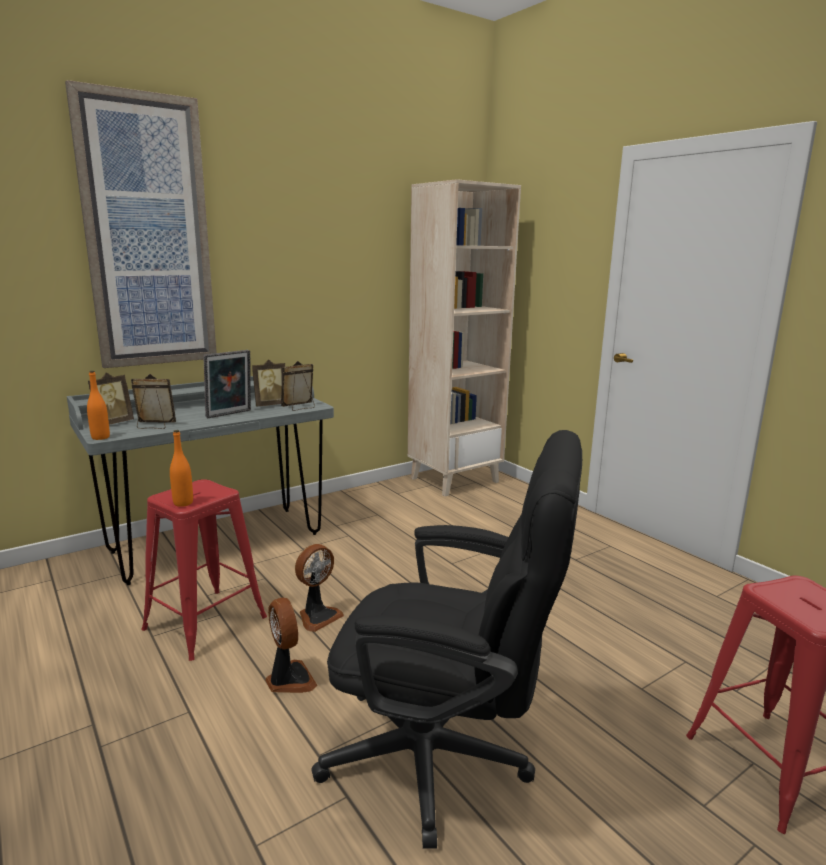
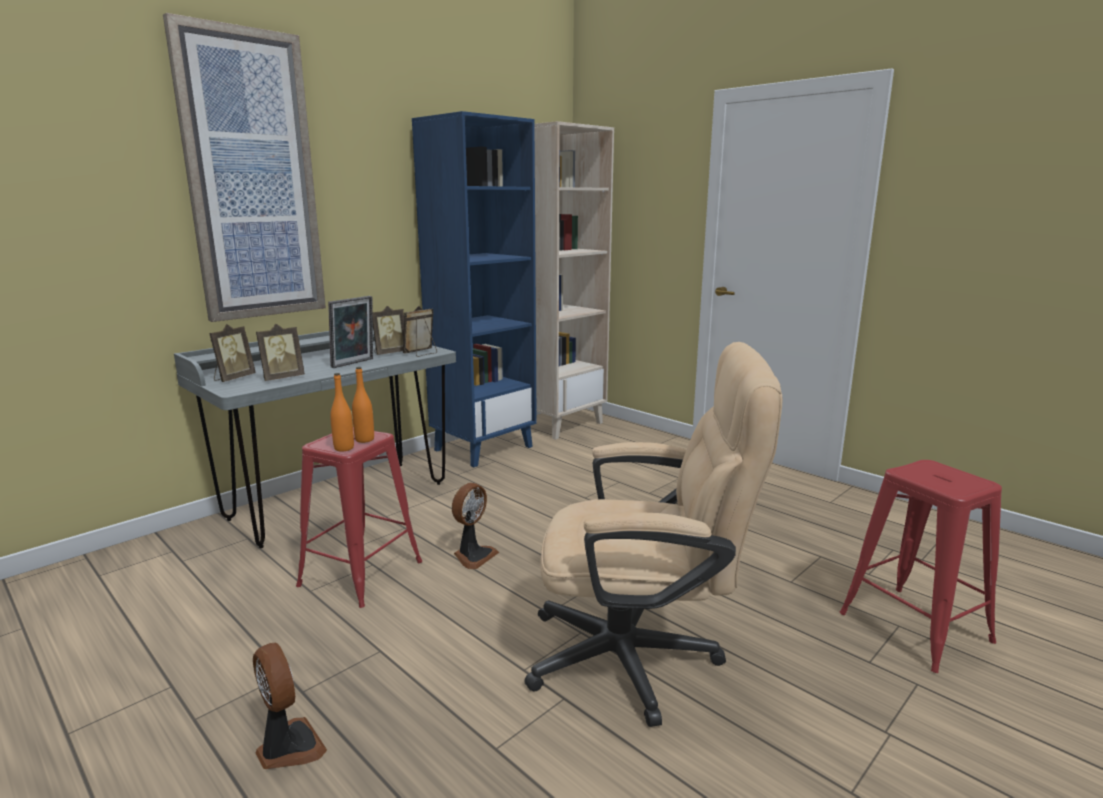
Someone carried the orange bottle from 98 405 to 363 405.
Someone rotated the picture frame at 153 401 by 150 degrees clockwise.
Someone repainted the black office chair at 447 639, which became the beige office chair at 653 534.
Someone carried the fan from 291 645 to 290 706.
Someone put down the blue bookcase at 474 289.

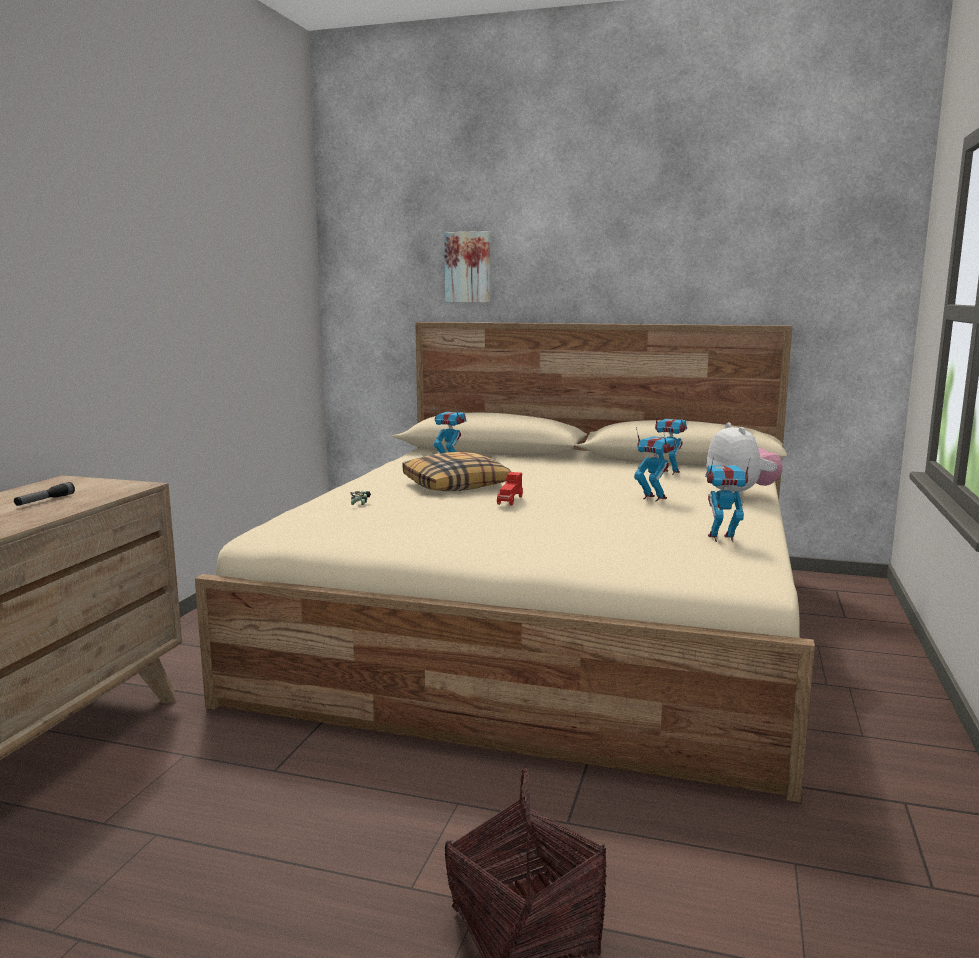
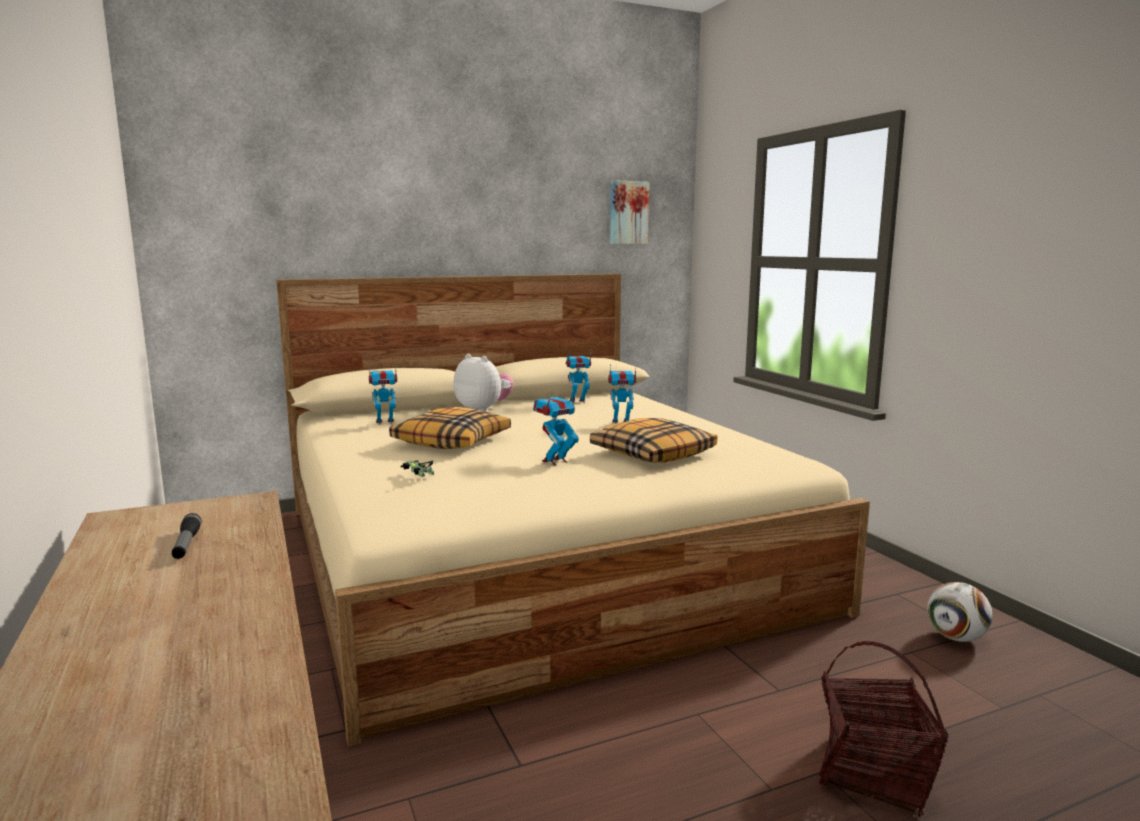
Someone carried the picture from 467 267 to 629 212.
Someone carried the plush toy from 744 458 to 483 383.
Someone carried the toy robot from 727 499 to 555 427.
Someone took away the red toy car at 510 489.
Someone put down the pillow at 653 440.
Someone put down the football at 960 612.

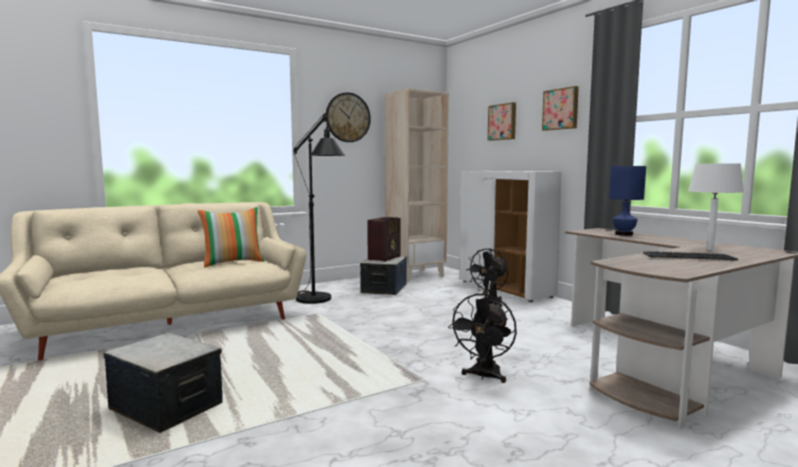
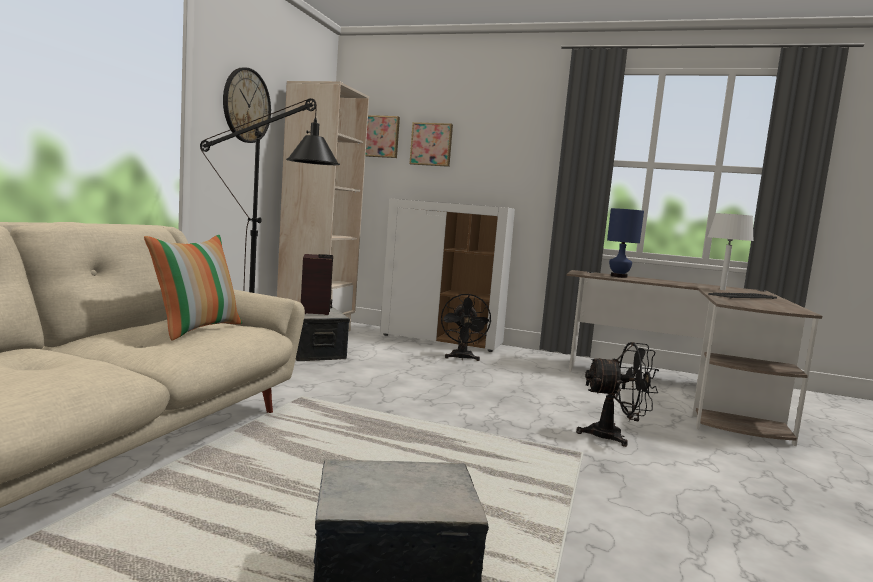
Someone carried the picture from 560 108 to 382 136.
Someone rotated the black fan at 482 338 by 75 degrees counterclockwise.

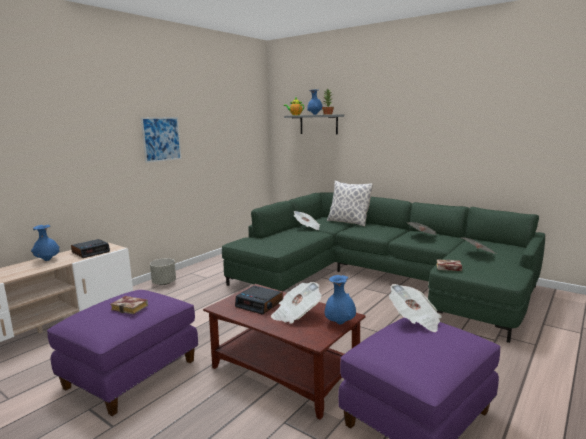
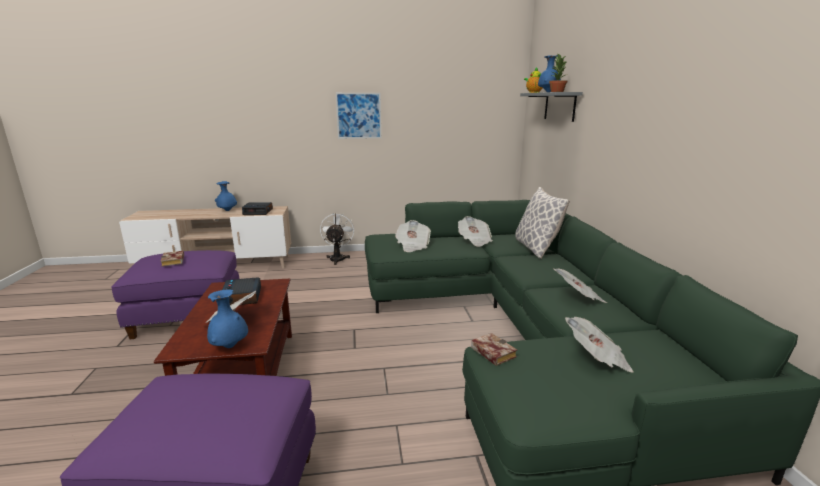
Someone swapped the grey planter at 163 271 for the white fan at 337 239.
Someone carried the newspaper from 415 308 to 413 236.

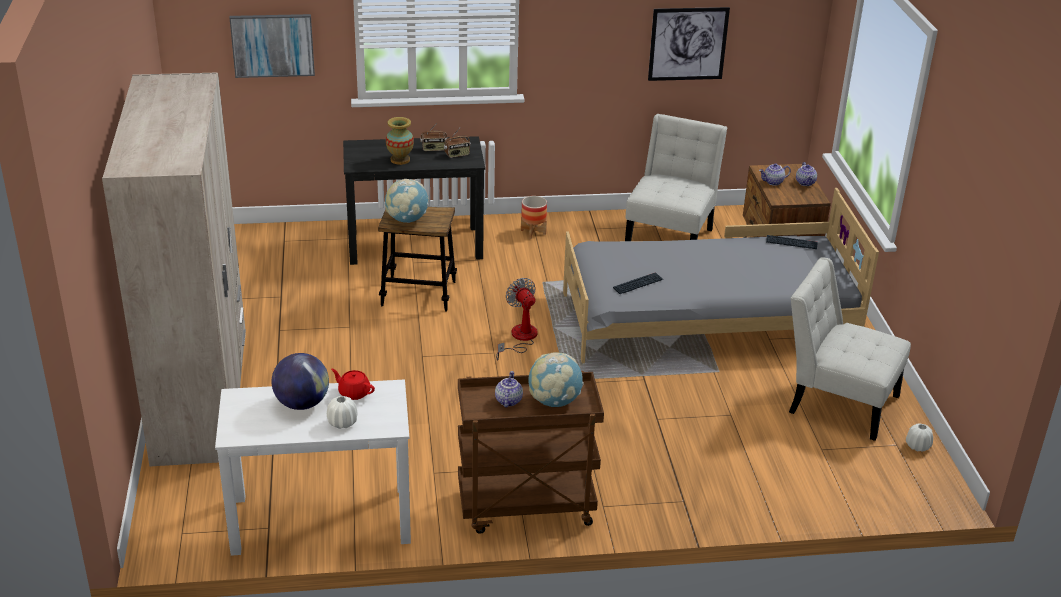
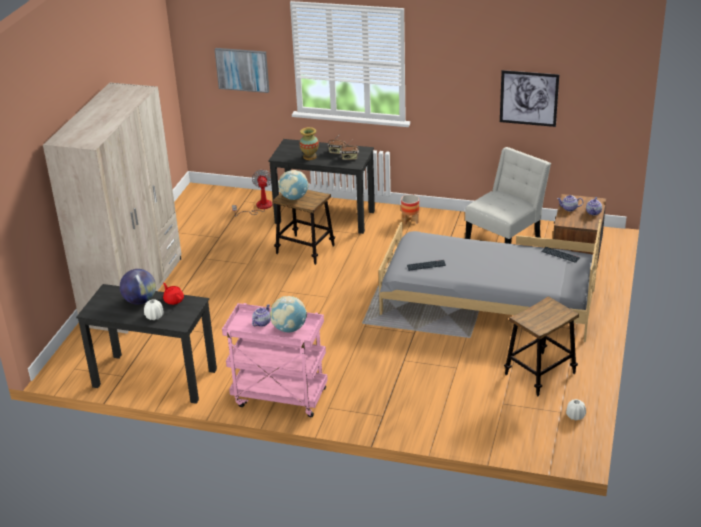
Someone swapped the white chair at 850 349 for the stool at 541 346.
Someone carried the fan from 517 319 to 252 193.
Someone repainted the brown cart at 531 452, which became the pink cart at 275 360.
Someone repainted the white desk at 313 467, which became the black desk at 146 344.

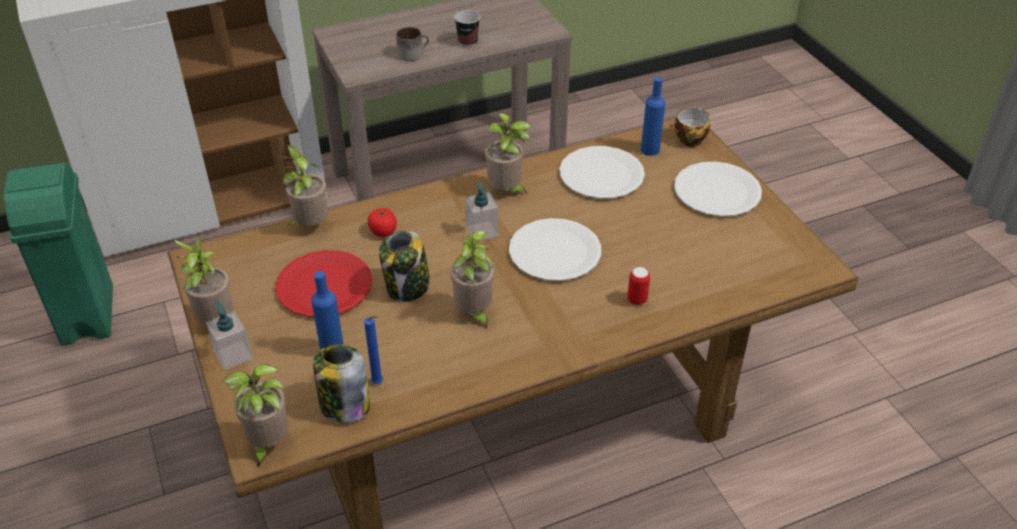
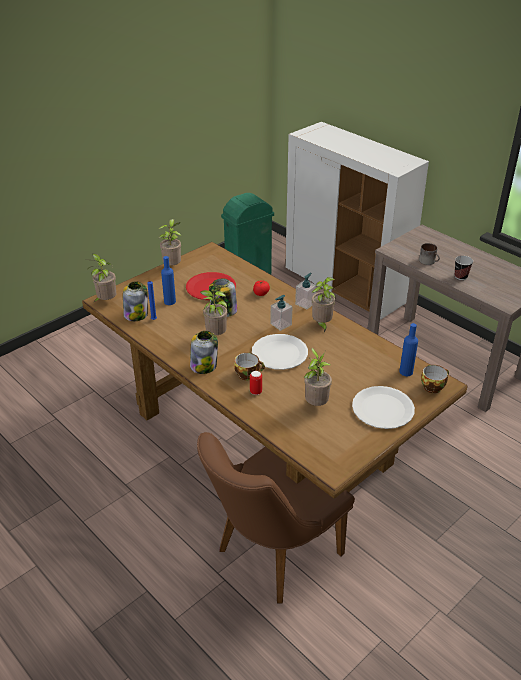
Someone carried the potted plant from 301 185 to 318 377.
Someone took away the white plate at 602 172.
Someone carried the soap dispenser from 229 335 to 306 291.
Someone put down the jar at 204 352.
Someone put down the cup at 249 367.
Someone put down the brown chair at 276 517.

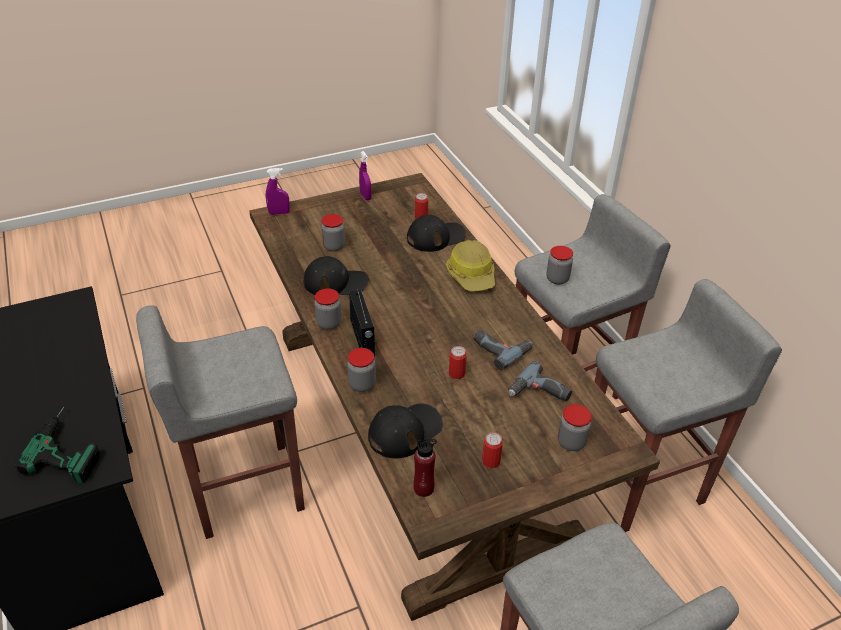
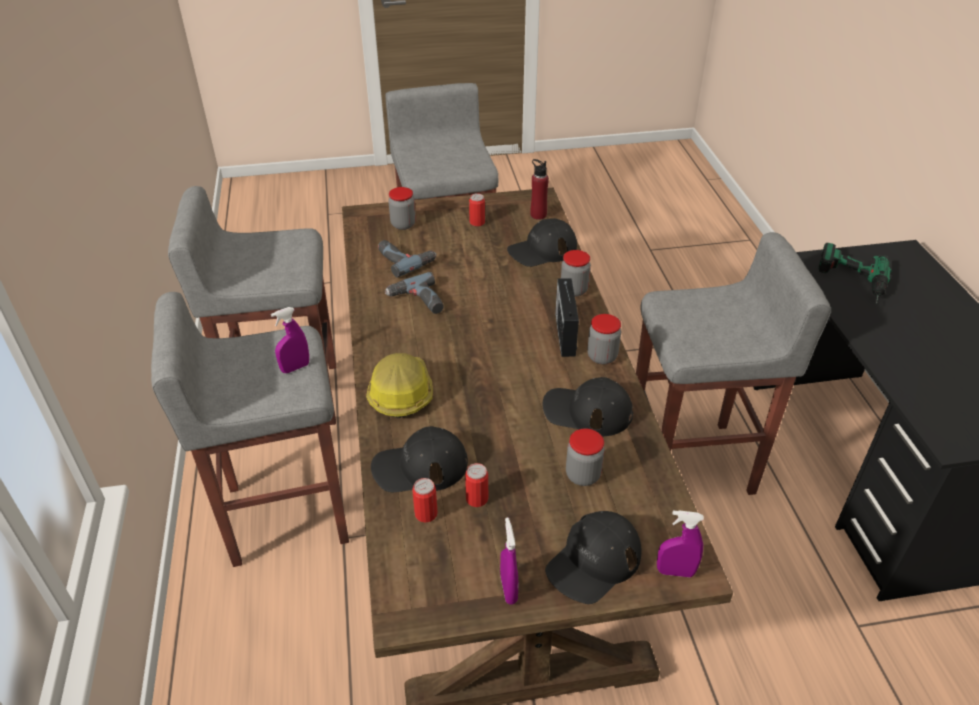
Someone swapped the jar at 559 265 for the purple spray bottle at 290 340.
Someone carried the can from 458 362 to 476 485.
Someone put down the black cap at 593 557.

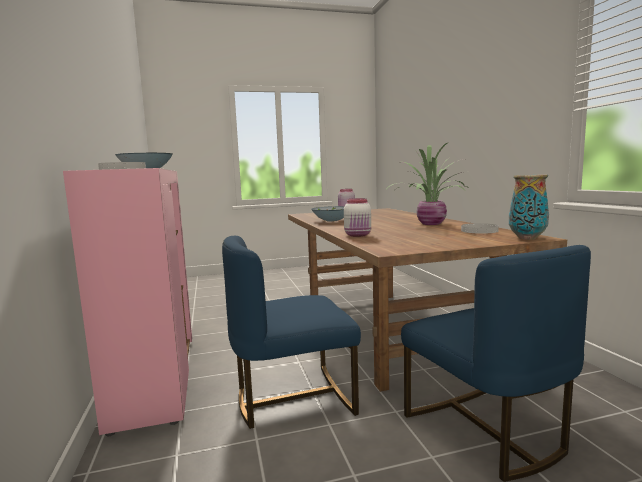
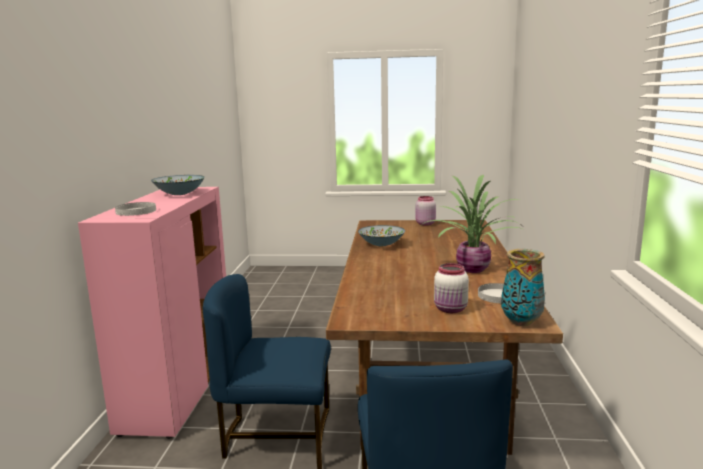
Someone carried the white jar from 357 217 to 451 288.

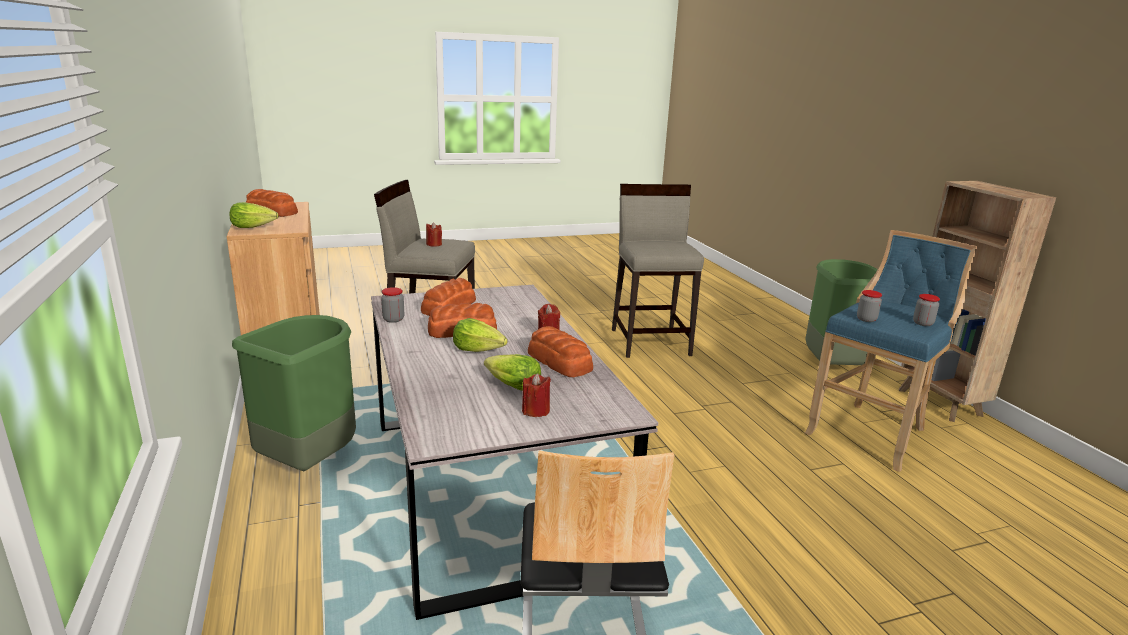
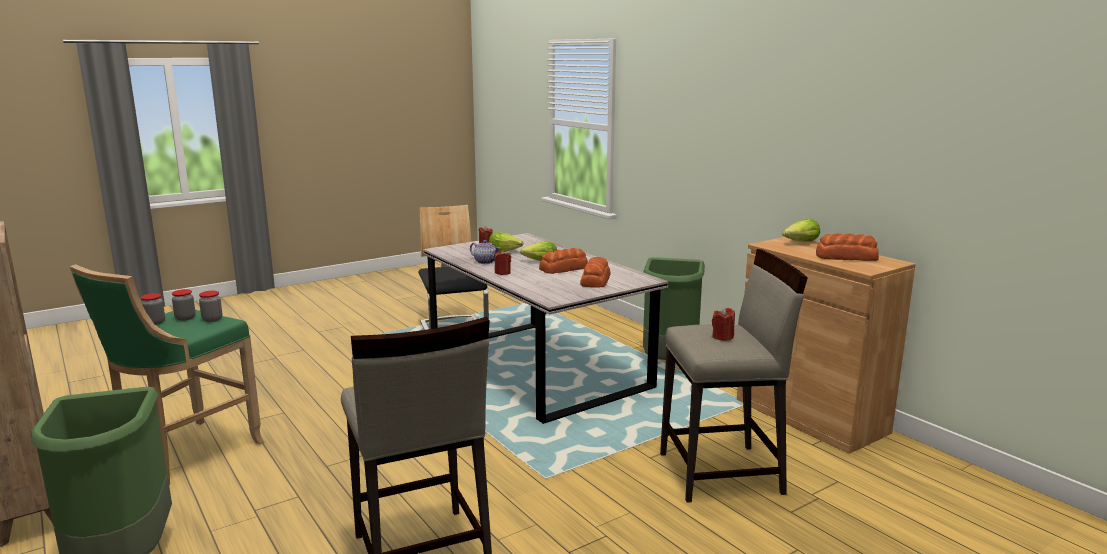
Someone repainted the blue stool at 891 351, which became the green stool at 166 374.
Someone carried the jar from 392 305 to 184 305.
Someone swapped the bread at 560 351 for the teapot at 485 252.

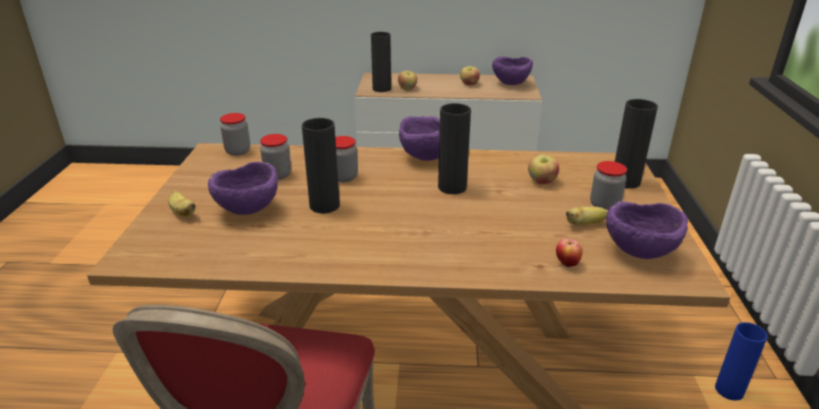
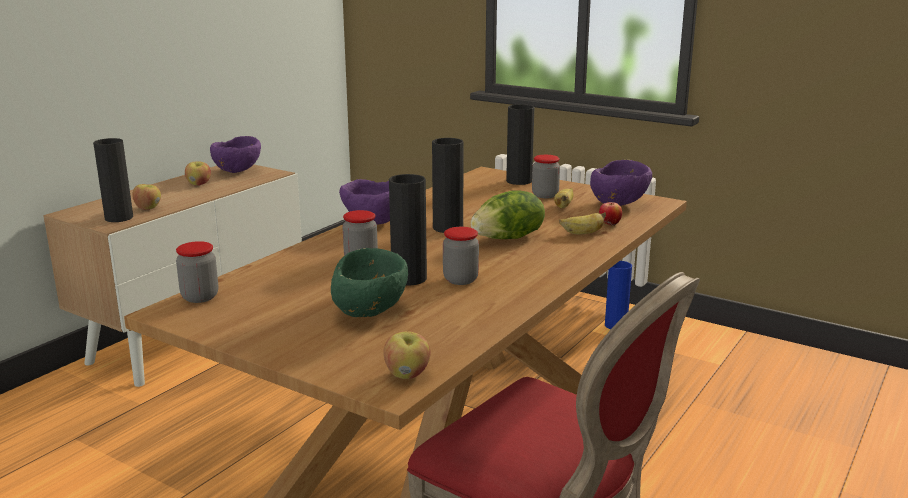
Someone carried the jar from 275 157 to 461 256.
Someone carried the apple from 543 169 to 407 355.
Someone repainted the purple bowl at 243 188, which became the green bowl at 369 282.
Someone carried the banana from 182 203 to 582 223.
Someone put down the lettuce at 508 214.

